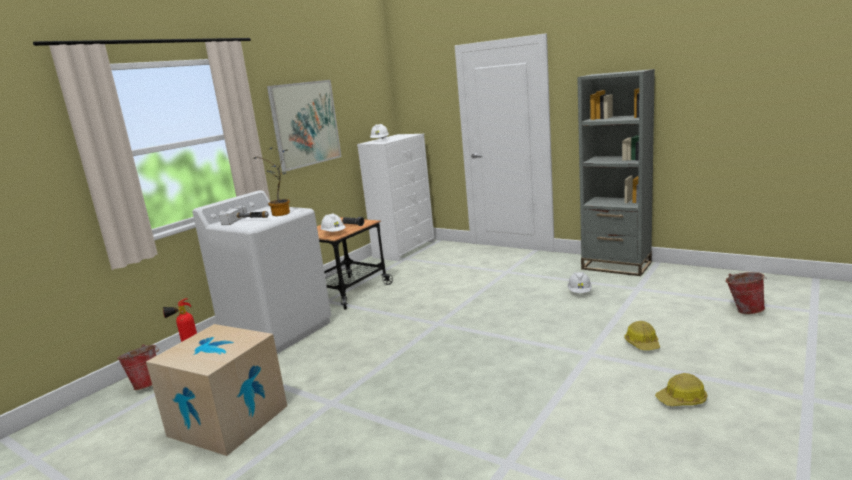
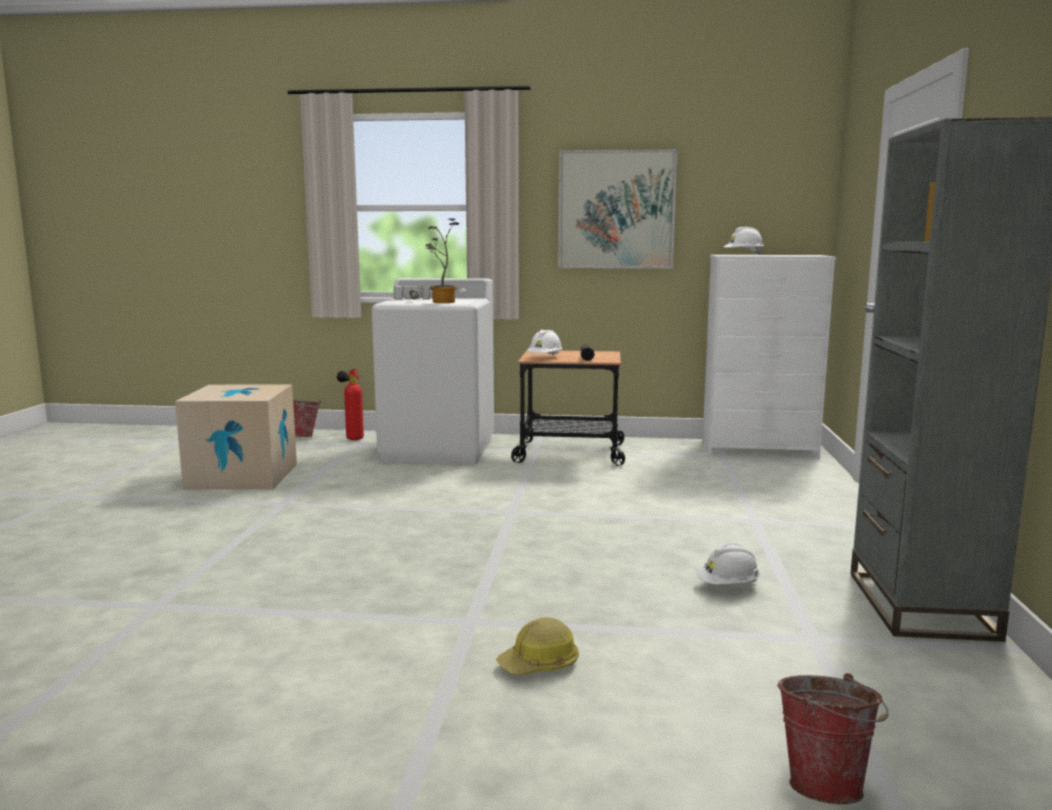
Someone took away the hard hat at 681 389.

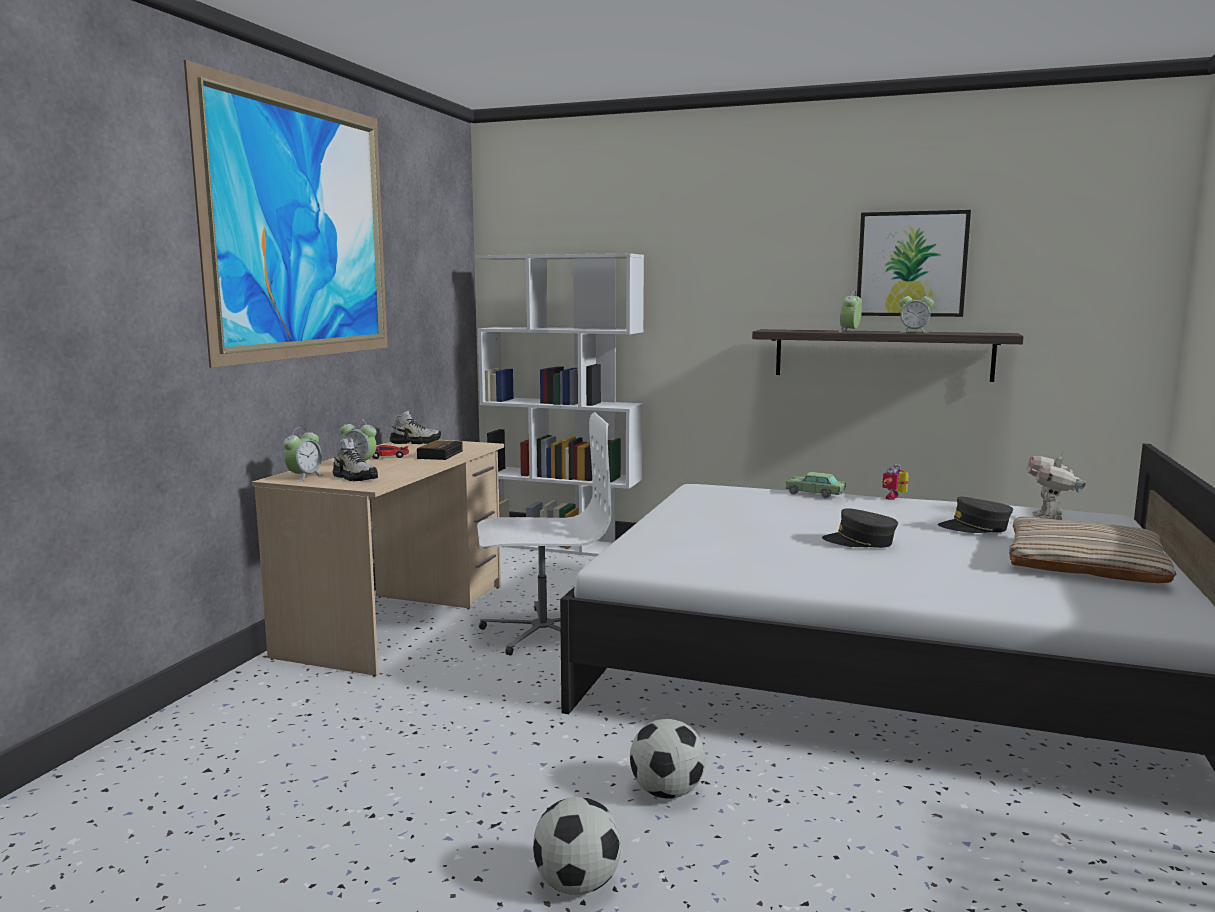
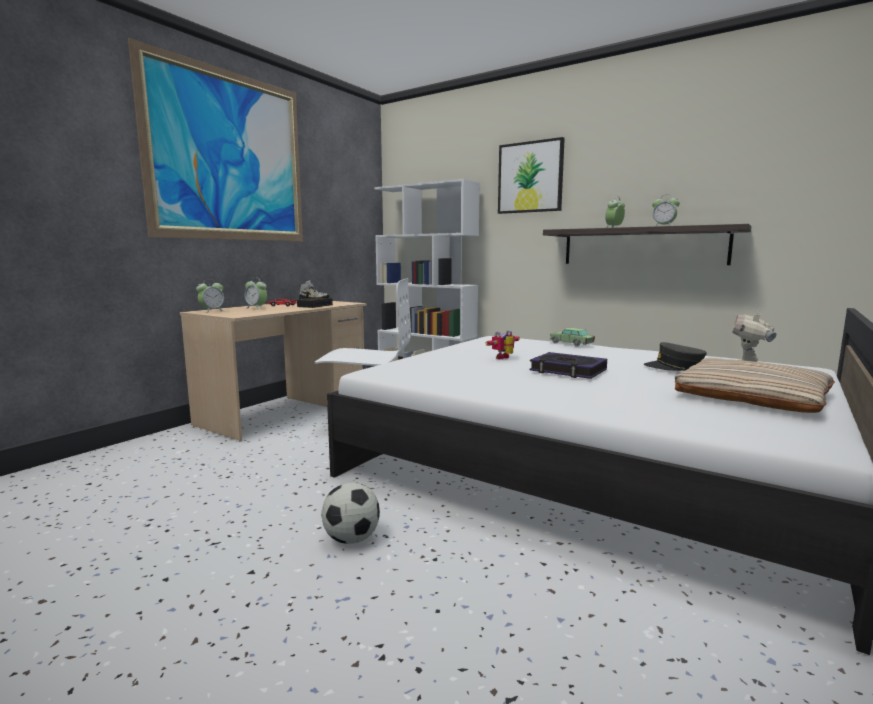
Someone carried the picture from 914 263 to 531 175.
Someone took away the shoe at 355 459.
Someone carried the toy robot from 895 482 to 502 344.
Someone swapped the grey cap at 860 528 for the book at 568 365.
Someone took away the football at 577 846.

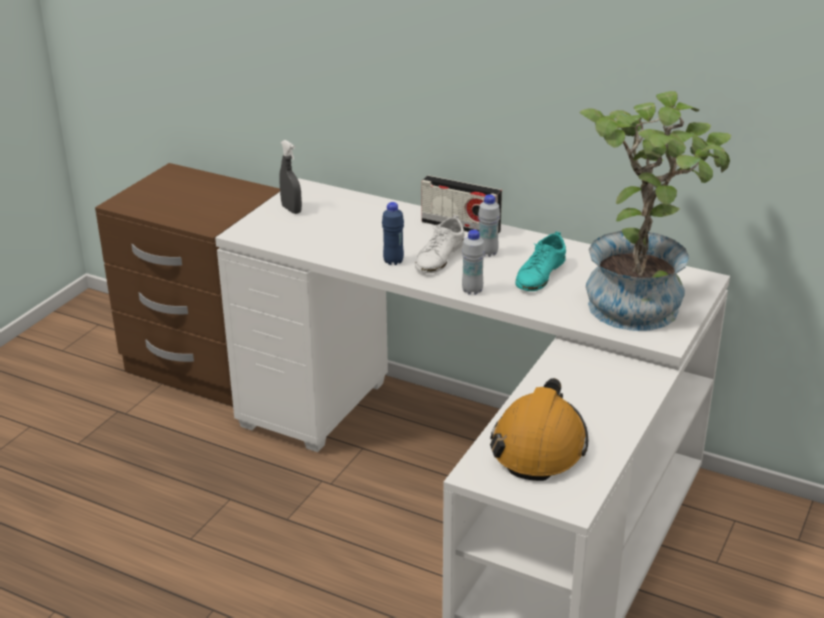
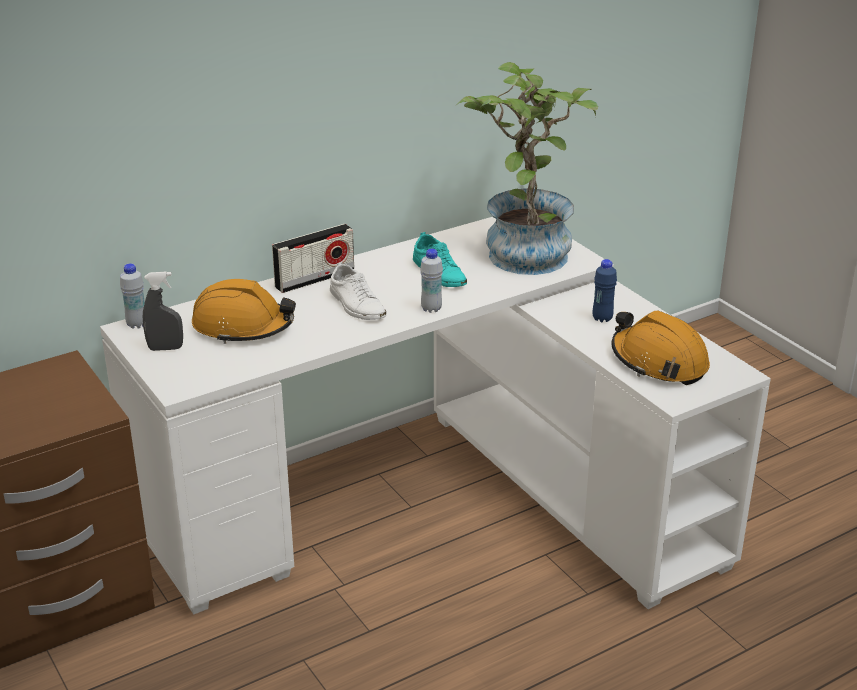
Someone carried the white bottle from 489 225 to 132 296.
Someone carried the blue bottle from 393 233 to 605 290.
Someone put down the orange hard hat at 244 311.

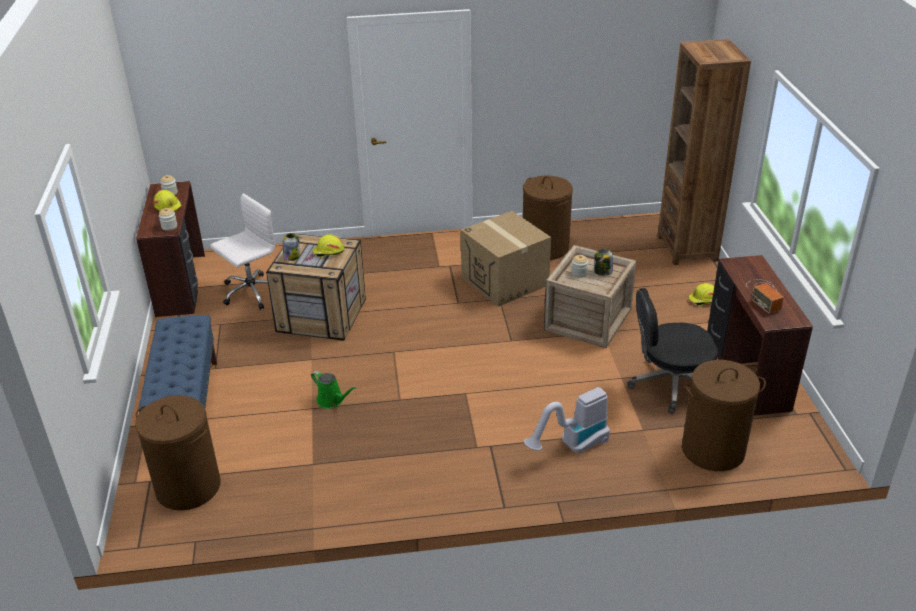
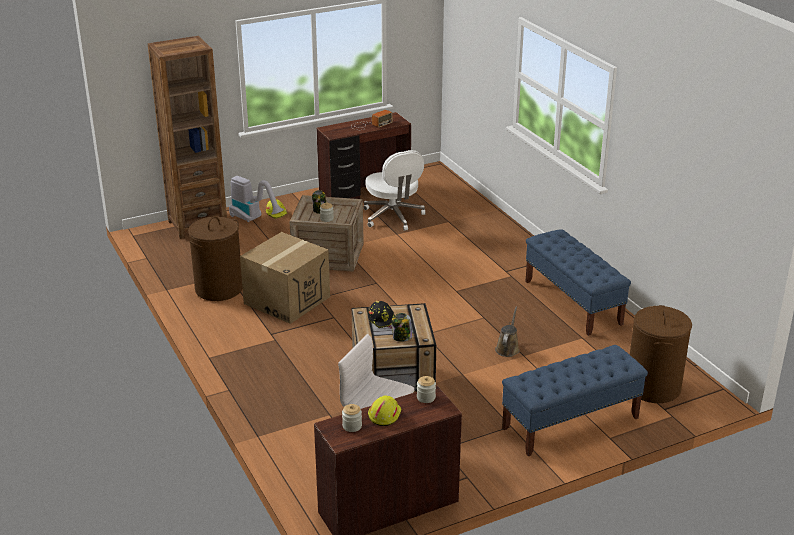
Someone repainted the yellow hard hat at 328 246, which became the black hard hat at 381 314.
Someone repainted the black office chair at 673 351, which became the white office chair at 394 190.
Someone took away the brown laundry basket at 724 415.
Someone repainted the green watering can at 334 390, which became the brown watering can at 507 331.
Someone carried the vacuum cleaner from 567 420 to 256 199.
Someone put down the blue bench at 578 283.

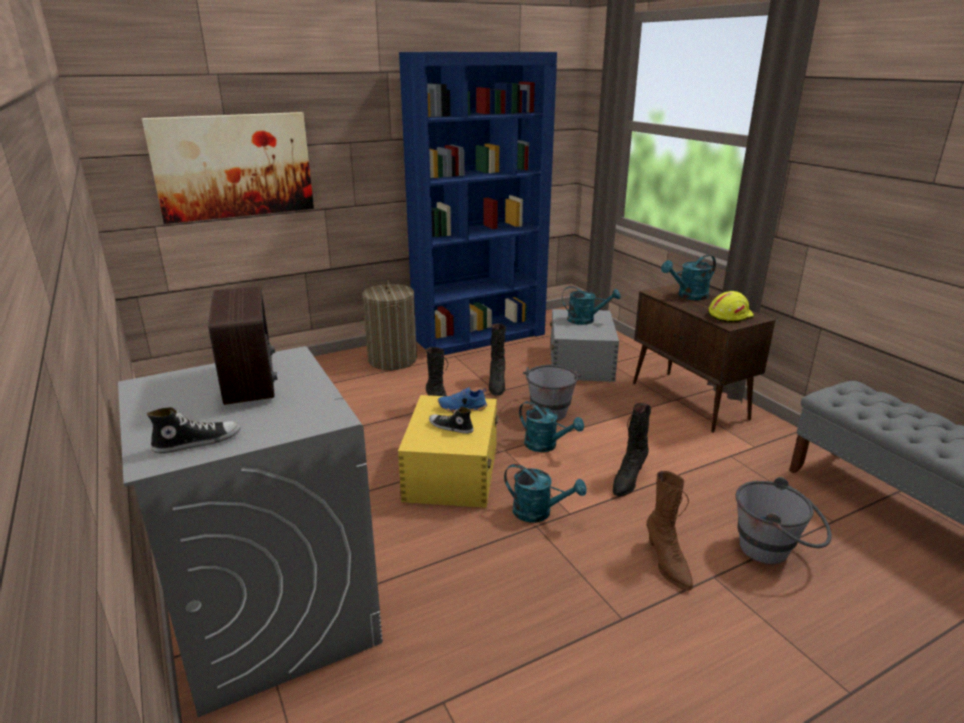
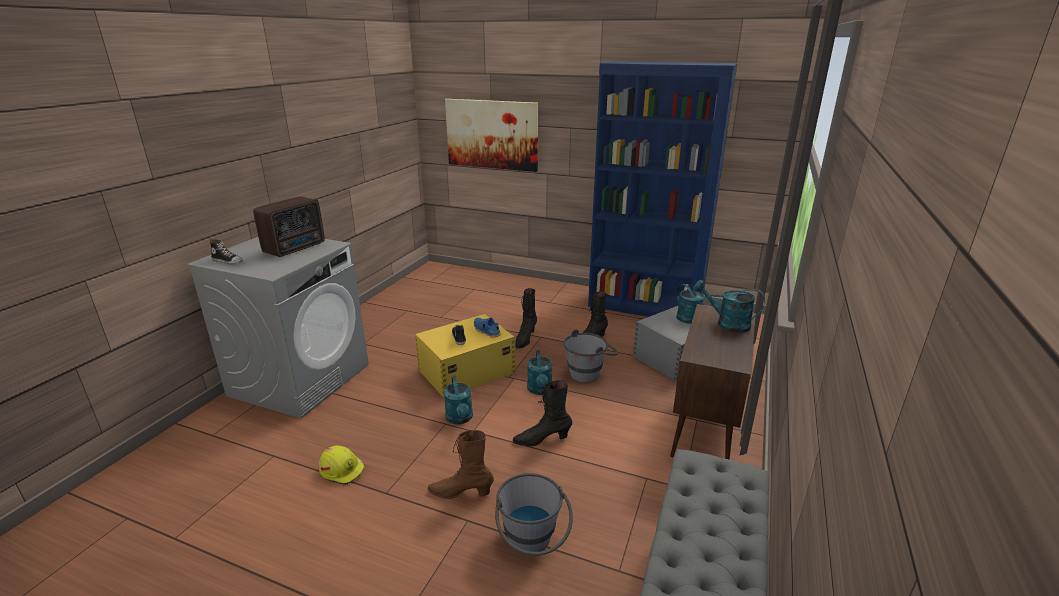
Someone took away the laundry basket at 389 325.
Someone carried the yellow hard hat from 731 307 to 342 465.
Someone rotated the brown boot at 670 531 by 60 degrees clockwise.

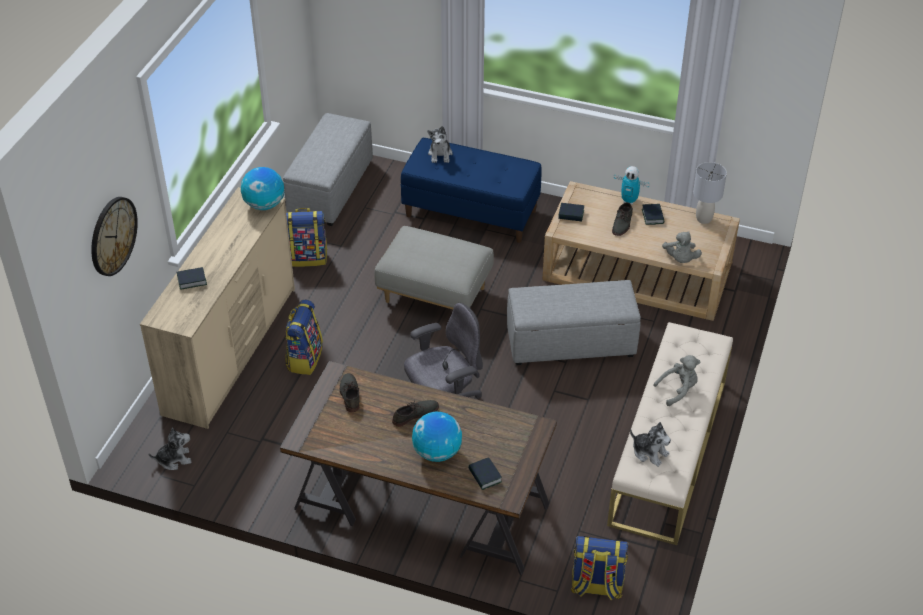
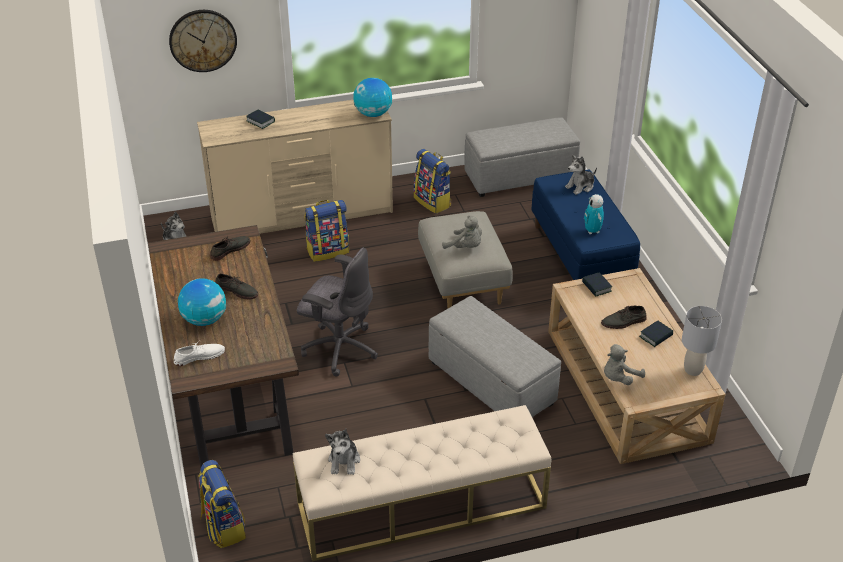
Someone carried the toy robot from 632 185 to 594 214.
Someone carried the grey plush toy from 677 380 to 462 232.
Someone swapped the book at 485 473 for the white shoe at 199 353.

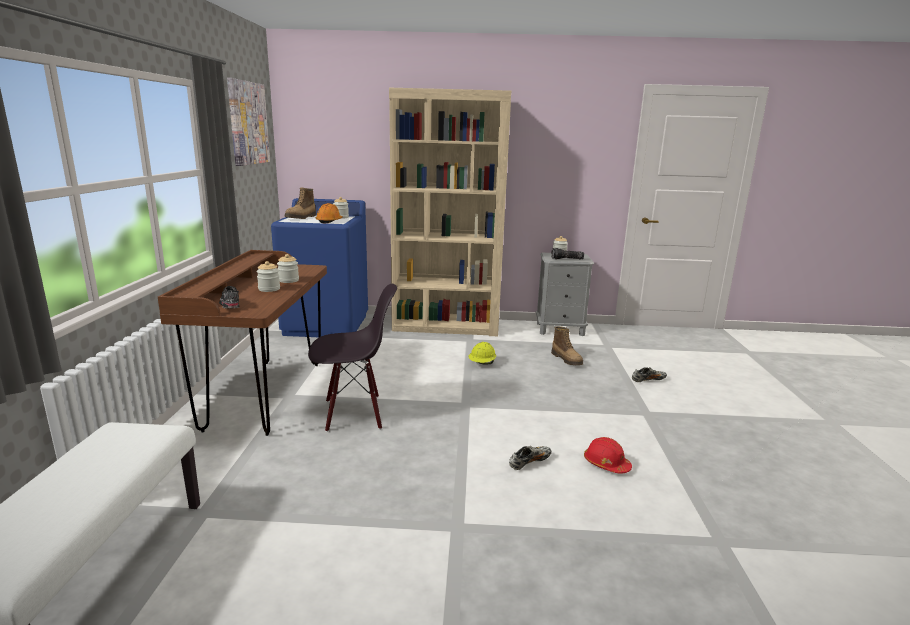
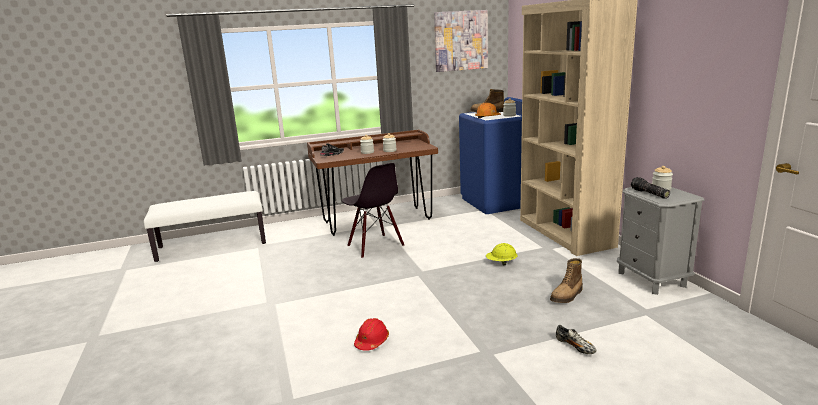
Someone took away the shoe at 530 458.

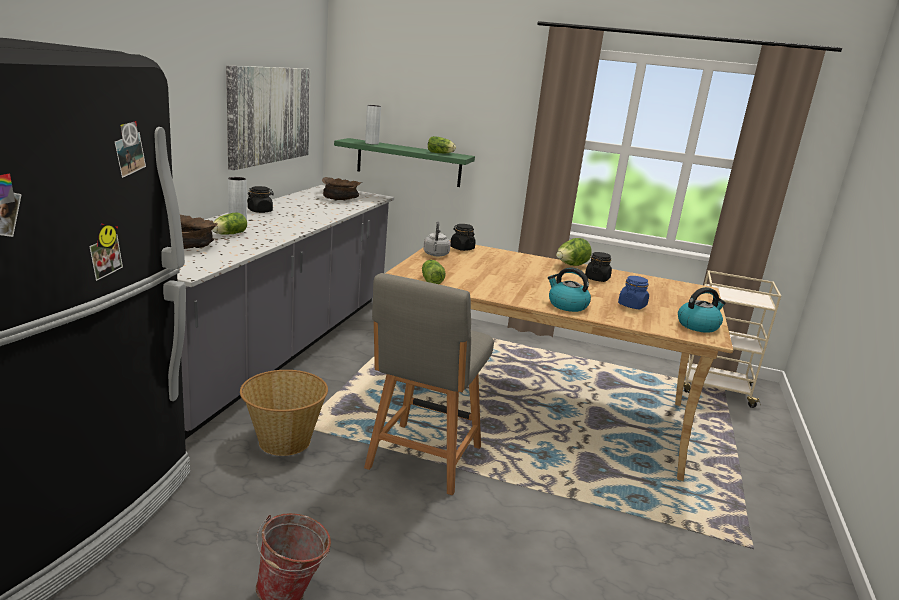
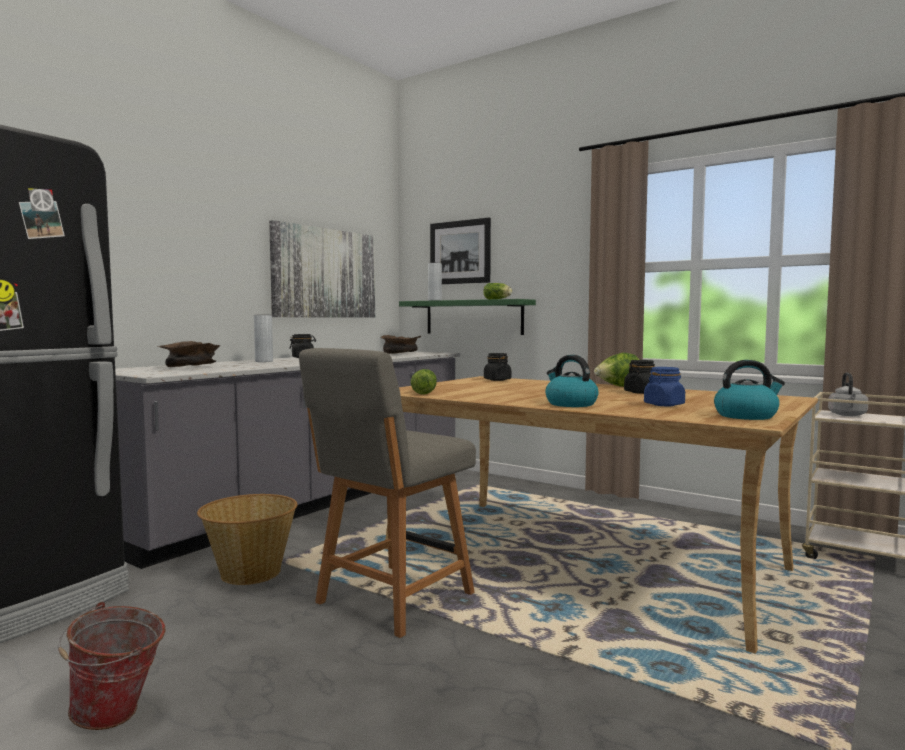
Someone took away the lettuce at 229 223.
Someone carried the grey kettle from 437 238 to 848 394.
Someone put up the picture at 460 251.

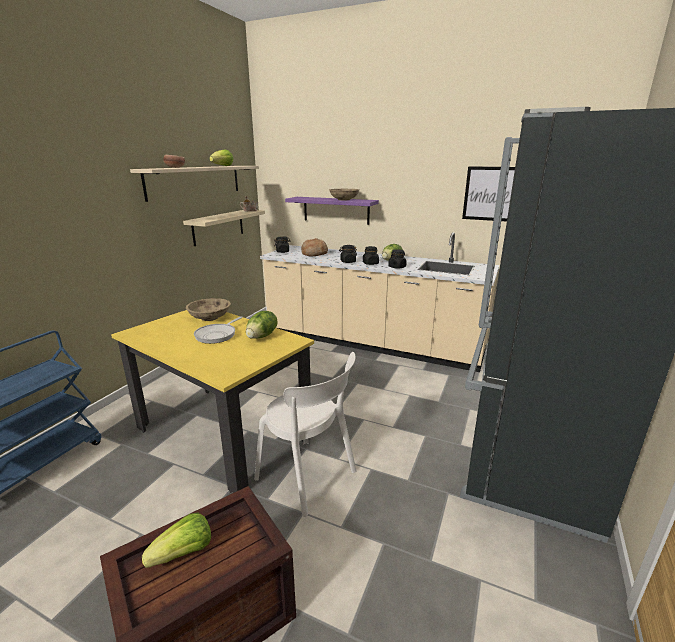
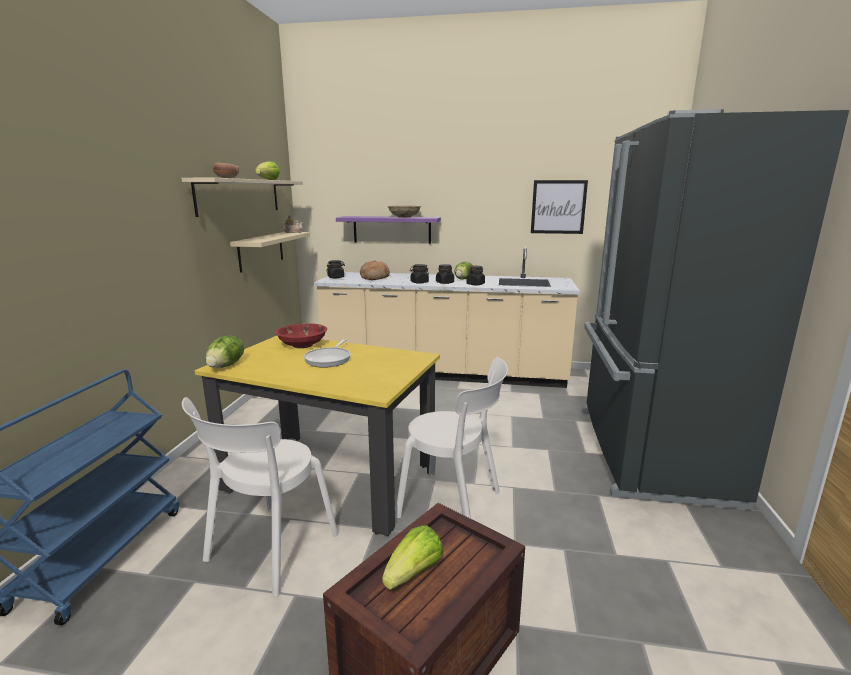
Someone repainted the beige bowl at 208 309, which became the red bowl at 301 335.
Someone carried the lettuce from 262 325 to 225 352.
Someone put down the white chair at 260 497.

